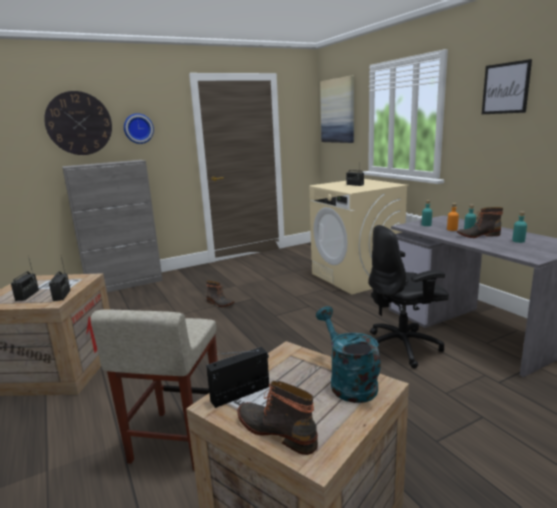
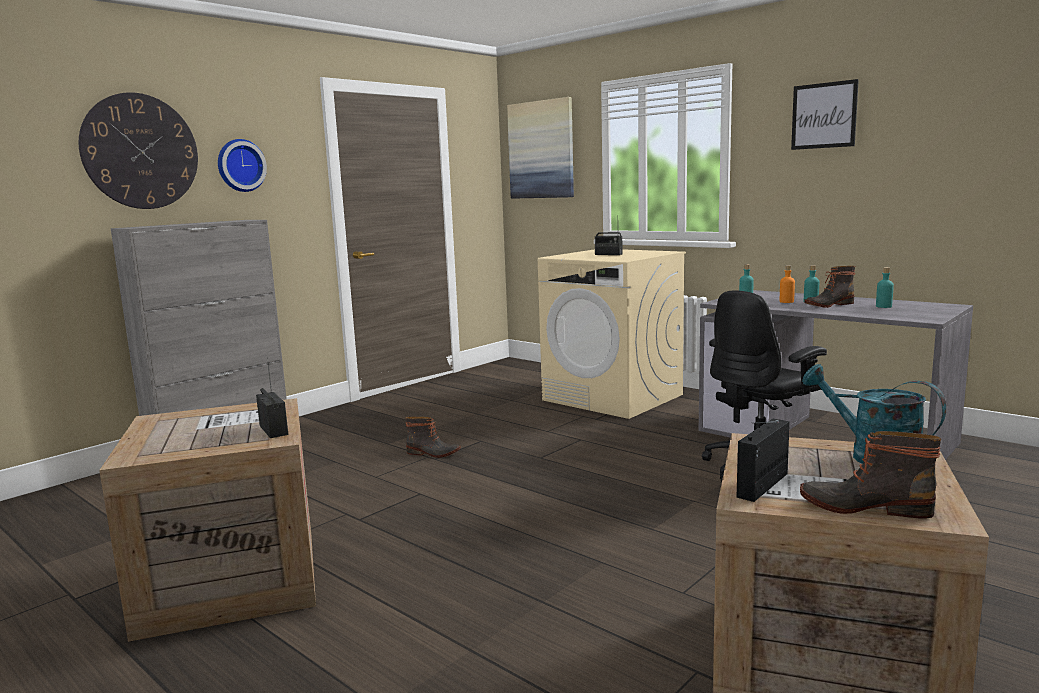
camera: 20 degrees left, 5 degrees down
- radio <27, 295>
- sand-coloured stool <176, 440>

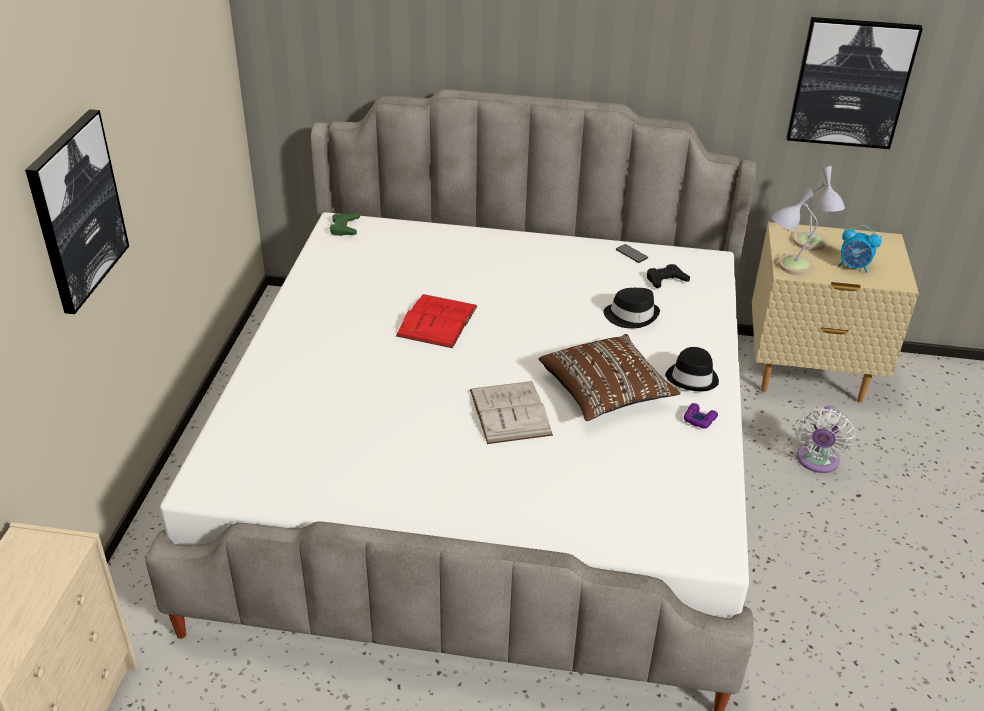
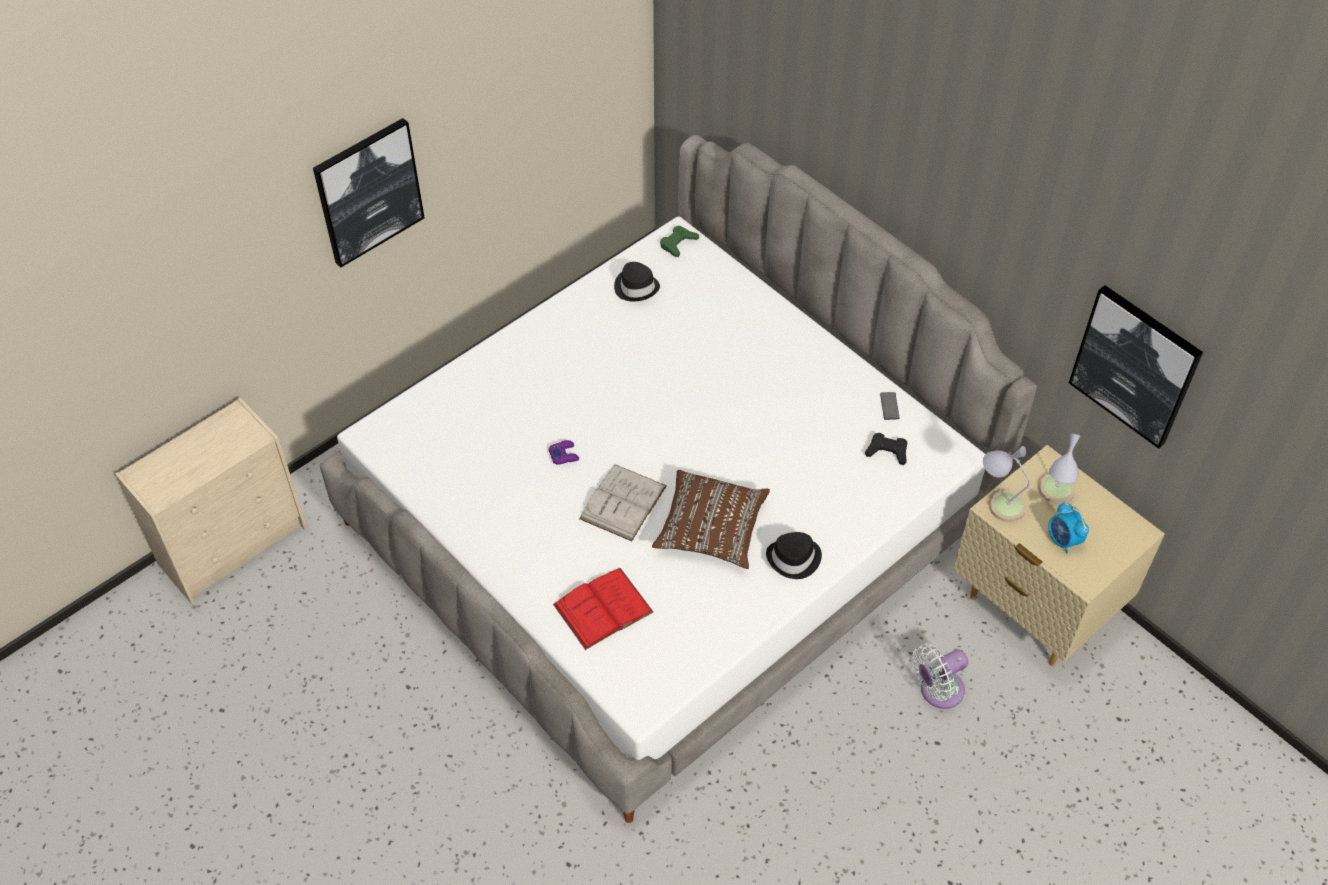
camera: 40 degrees right, 15 degrees up
~ purplish game controller <699, 419> to <564, 455>
~ red-coloured book <437, 321> to <603, 608>
~ blackish clothing hat <631, 315> to <636, 287>

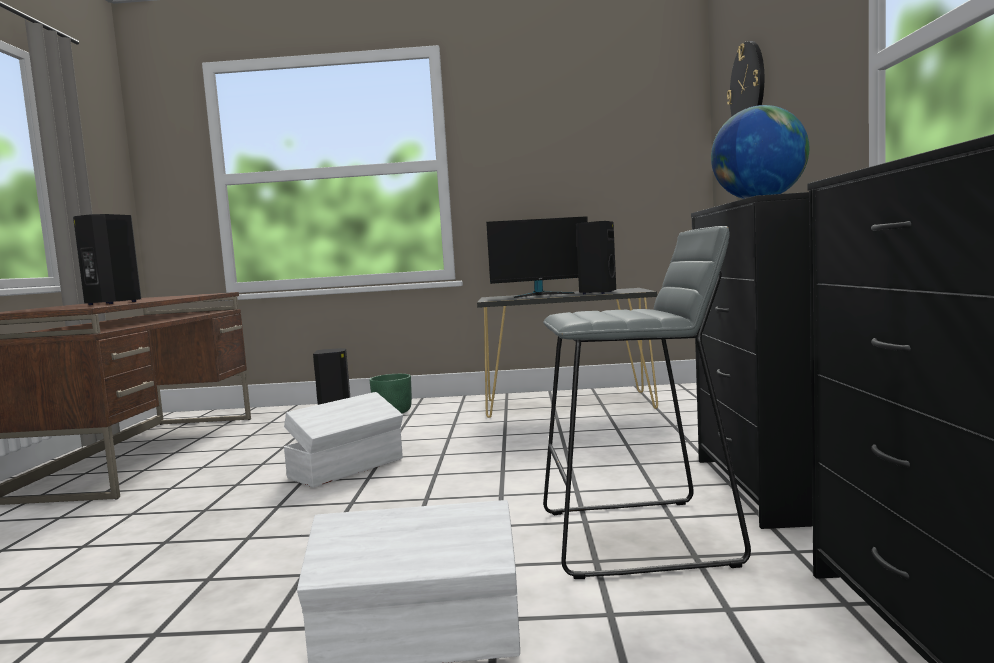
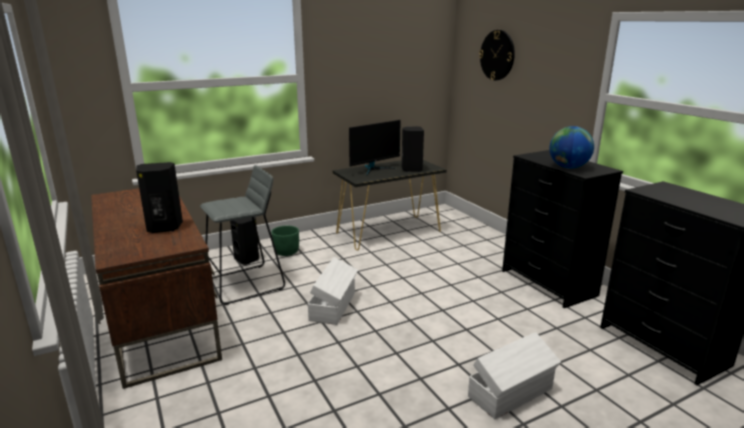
camera: 30 degrees left, 15 degrees up
~ greyish stool <639, 537> to <245, 284>

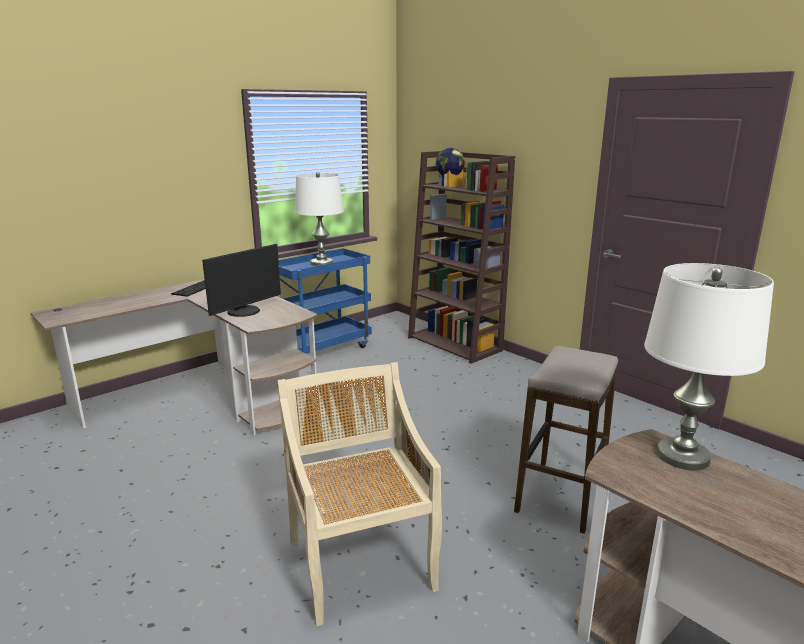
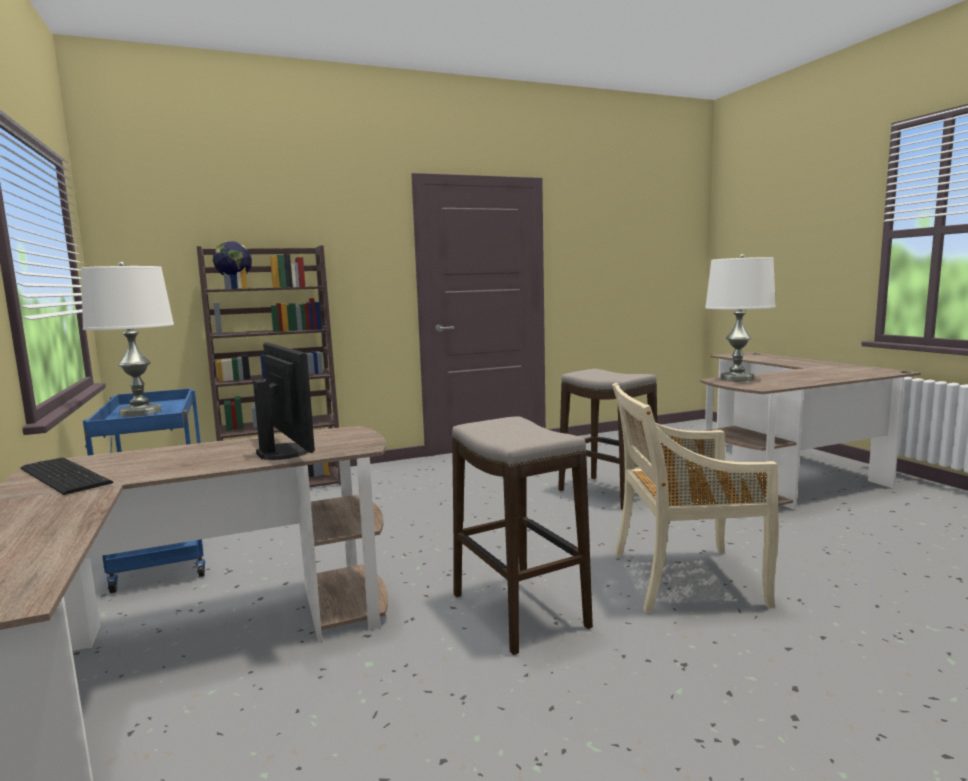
camera: 70 degrees left, 10 degrees down
+ stool <519, 611>

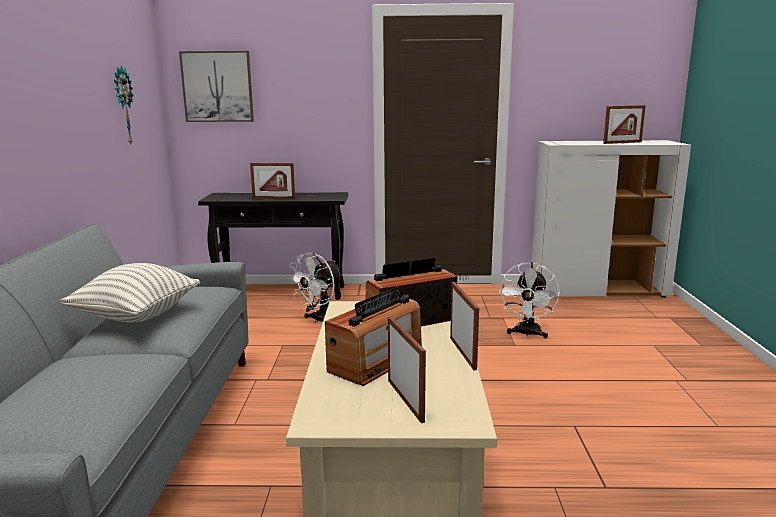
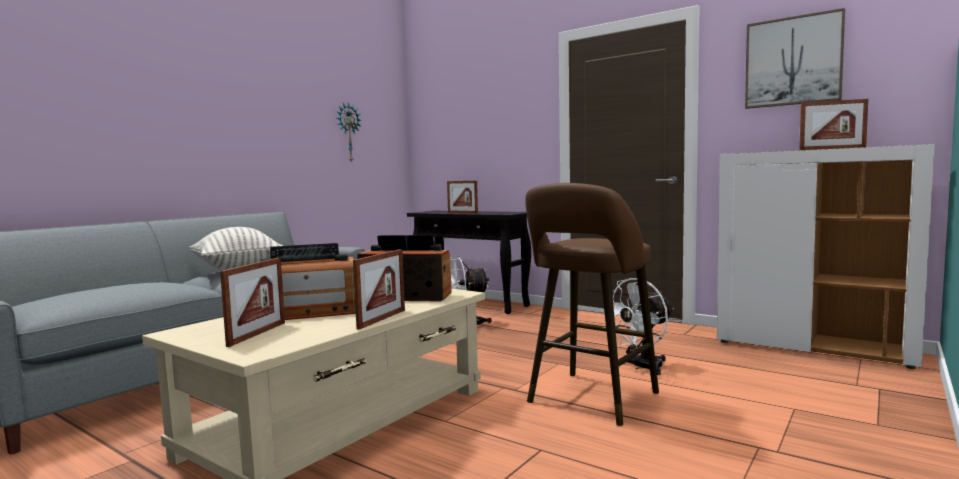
camera: 35 degrees right, 10 degrees down
+ brown-coloured stool <590, 400>
~ wall art <217, 86> to <793, 61>

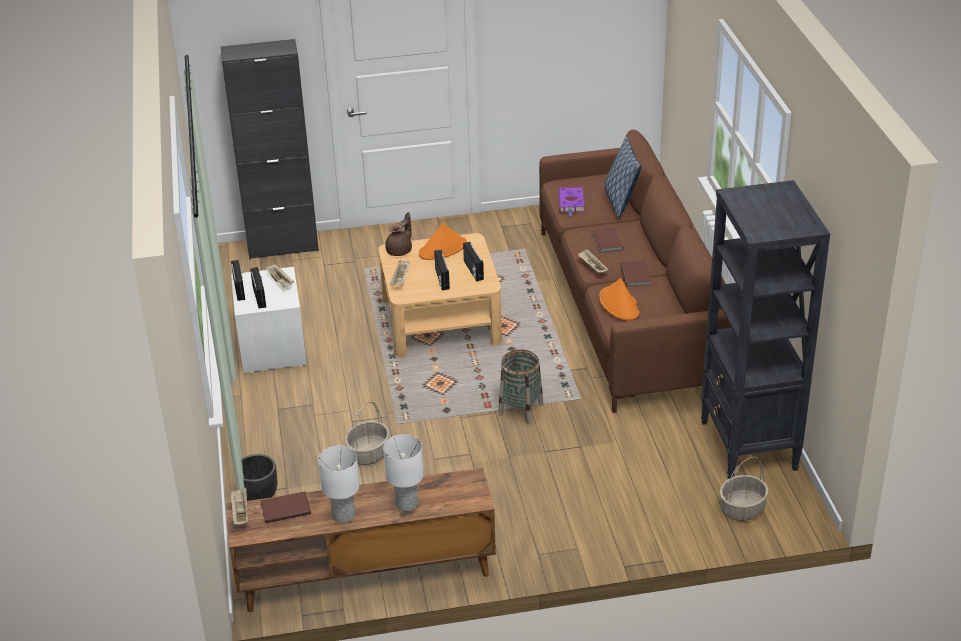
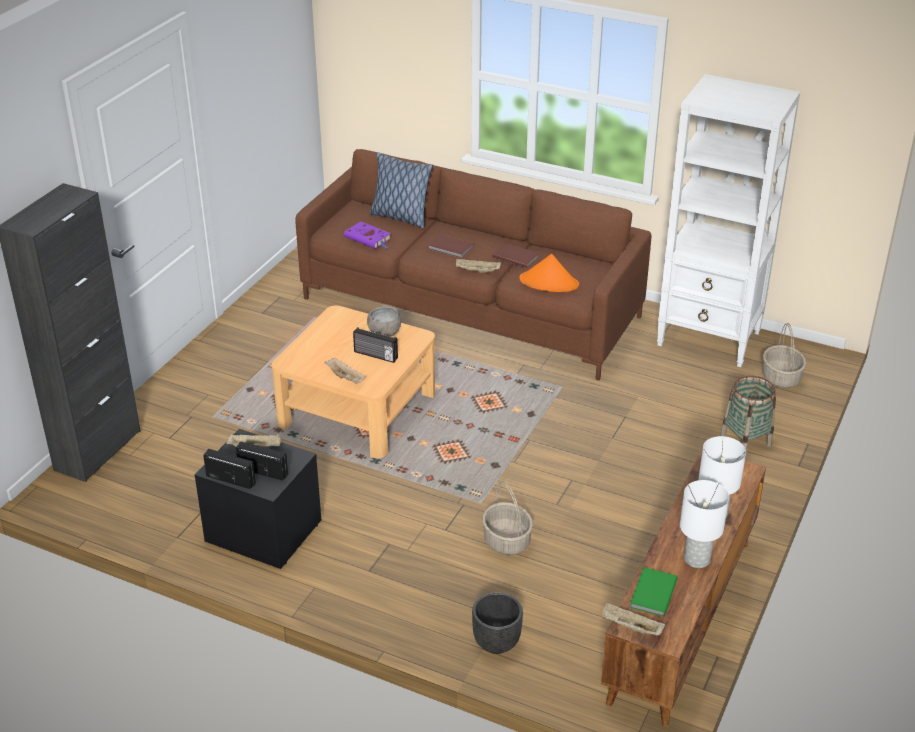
camera: 55 degrees left, 0 degrees up
~ whitish nightstand <271, 348> to blackish nightstand <262, 532>
~ radio <472, 270> to greyish serving bowl <385, 333>
~ brown-coloured book <285, 508> to green-coloured book <651, 594>
~ blackish bookshelf <748, 446> to whitish bookshelf <709, 339>
~ basket <520, 409> to <745, 440>
- brown-coloured teapot <400, 250>
- orangey clothing hat <443, 249>

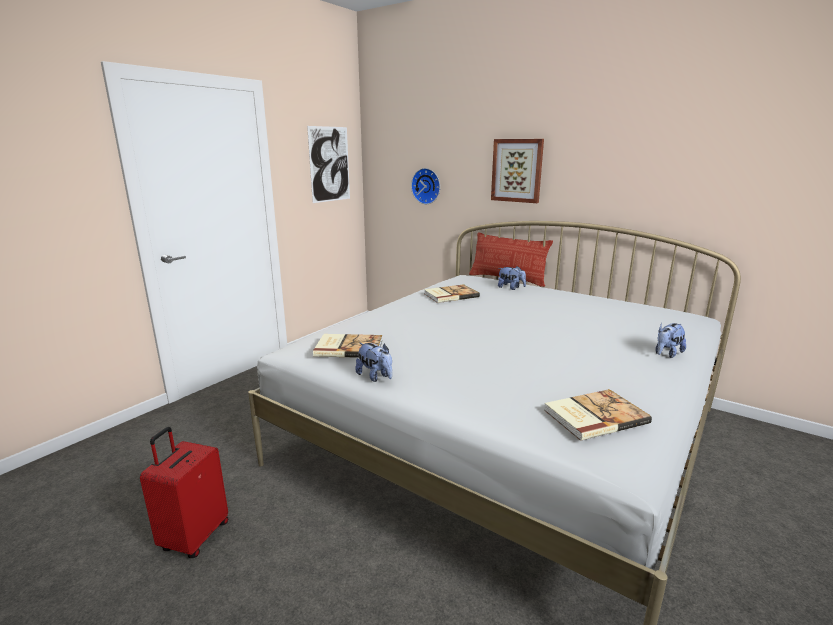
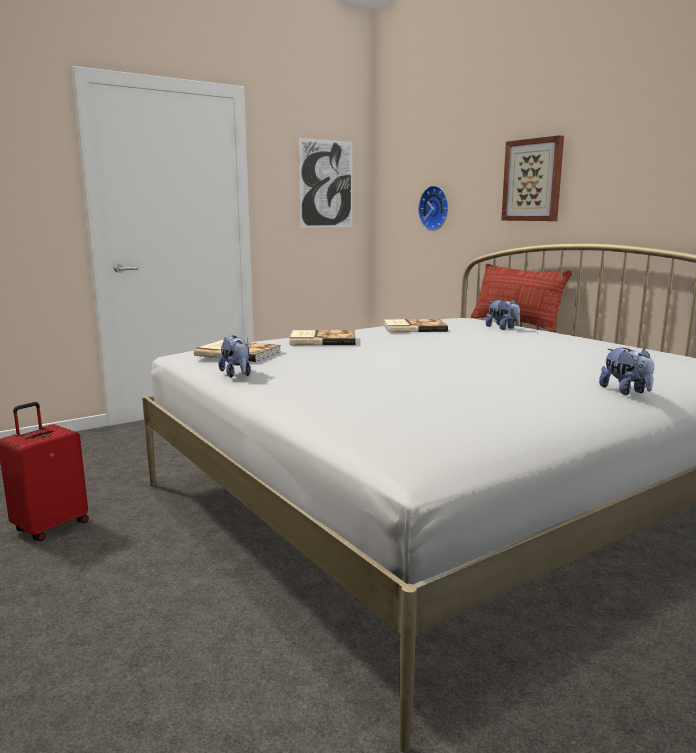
camera: 20 degrees right, 5 degrees down
~ book <593, 416> to <322, 340>
~ cuddly toy <667, 354> = <626, 391> 90 degrees counterclockwise

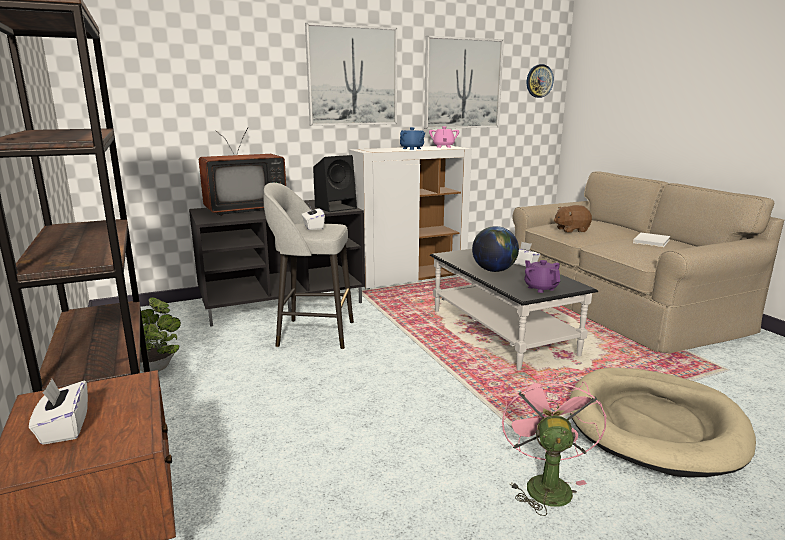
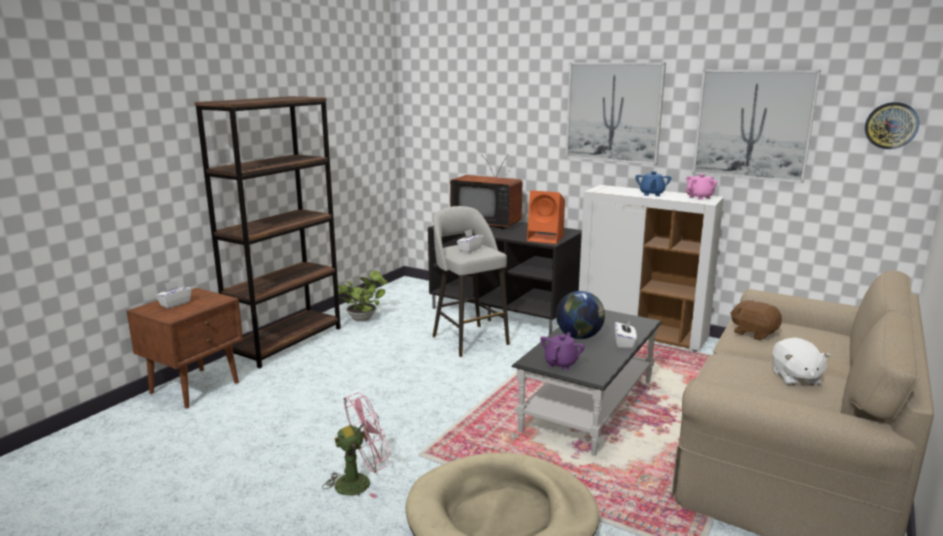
camera: 55 degrees right, 0 degrees up
~ blackish loudspeaker <336, 207> to orangey loudspeaker <546, 239>
~ whitish book <651, 241> to whitish cuddly toy <795, 378>

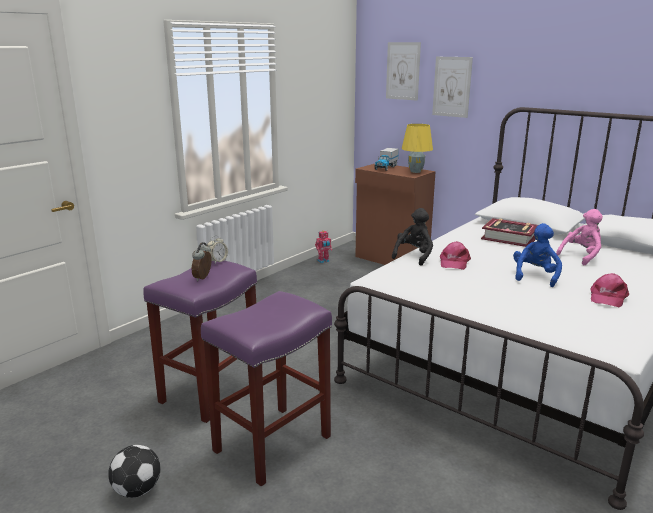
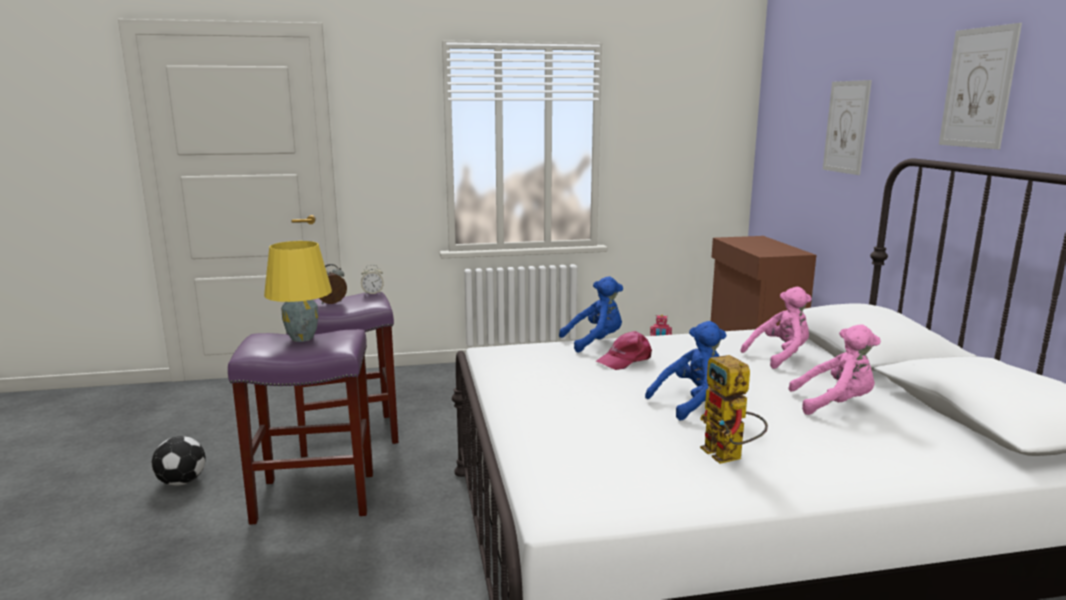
camera: 40 degrees right, 5 degrees down
~ yellowish tabletop lamp <416, 171> to <303, 338>
~ blackish cuddly toy <414, 256> to blue cuddly toy <595, 342>
~ pinkish peaked cap <607, 297> to robot figure <729, 457>
~ book <509, 238> to pinkish cuddly toy <780, 356>
~ wall art <403, 71> to <978, 88>
- model truck <386, 167>

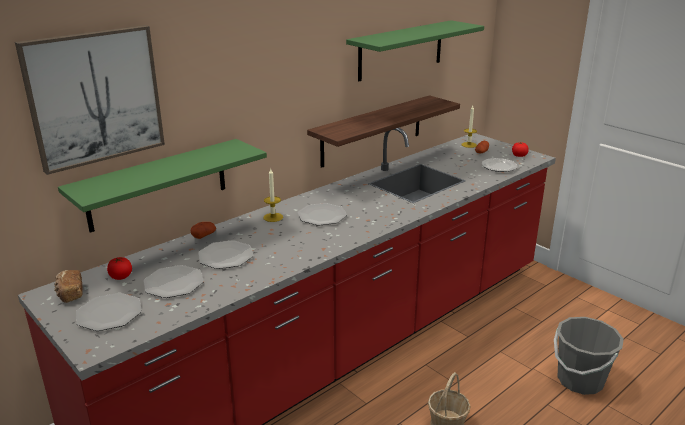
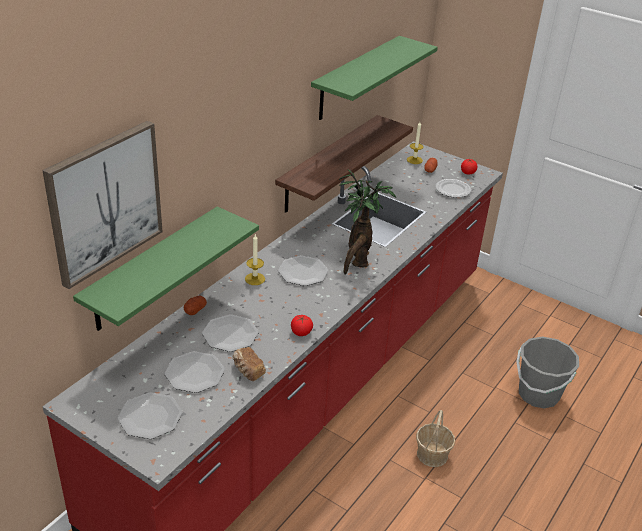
camera: 15 degrees left, 10 degrees up
~ bakery bread <70, 294> to <247, 371>
~ whole tomato <121, 276> to <301, 332>
+ potted plant <357, 262>

